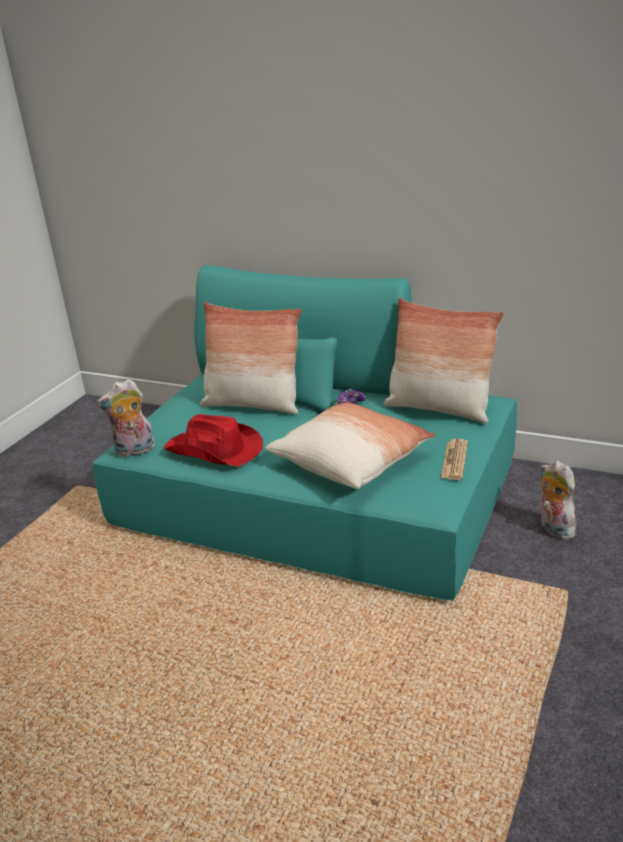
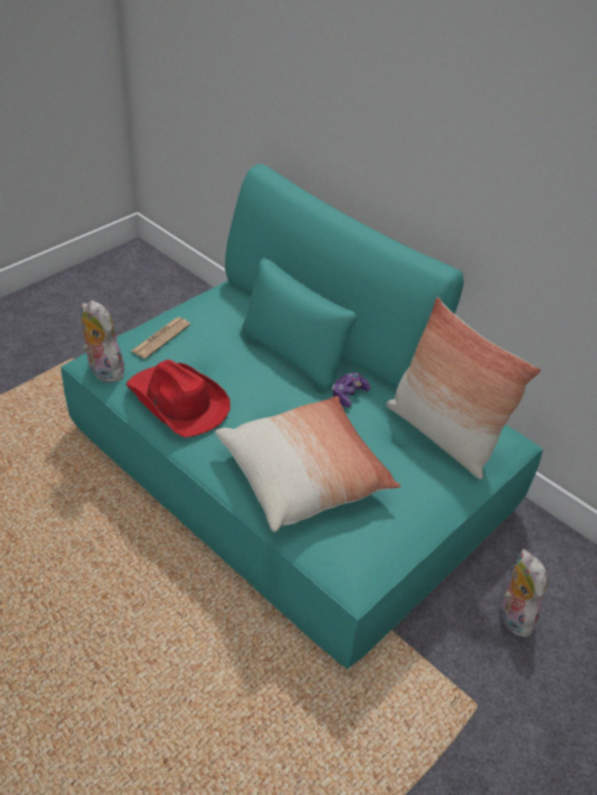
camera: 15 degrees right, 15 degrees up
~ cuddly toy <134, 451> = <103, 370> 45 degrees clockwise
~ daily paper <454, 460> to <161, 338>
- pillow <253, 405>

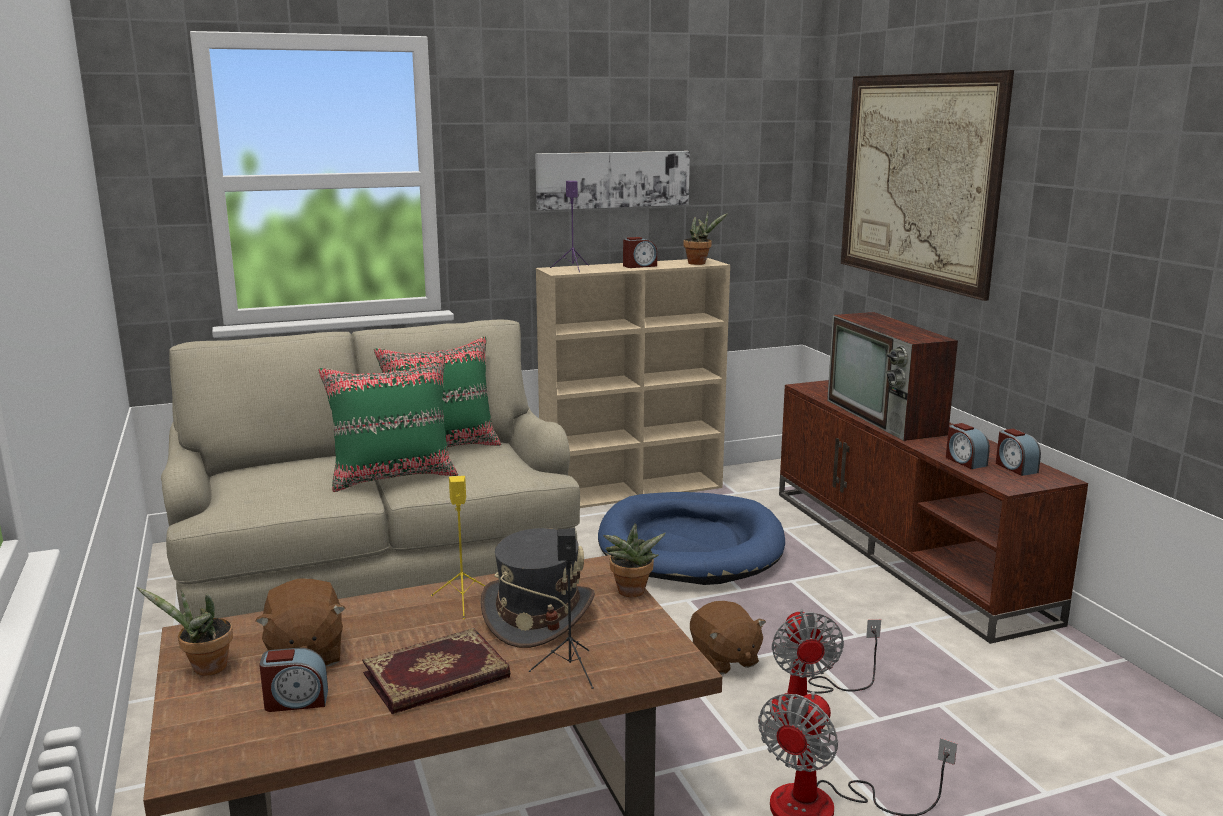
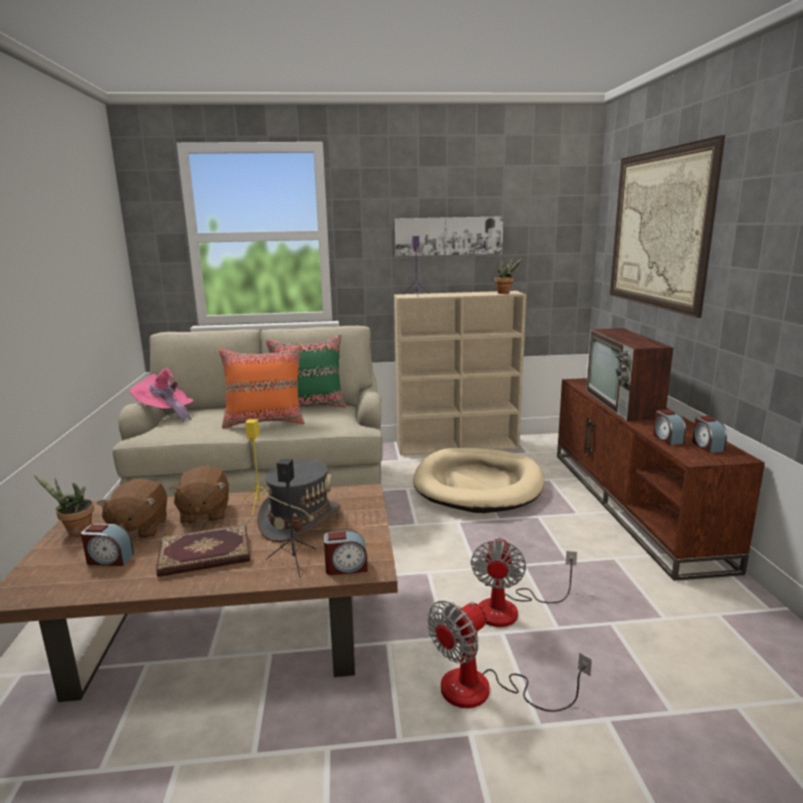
camera: 15 degrees right, 0 degrees up
+ pinkish clothing hat <166, 414>
~ brown-coloured cuddly toy <724, 659> to <204, 514>
~ green-coloured pillow <393, 477> to orangey pillow <265, 422>
~ table clock <639, 266> to <346, 567>
~ blue dog cushion <690, 545> to sand-coloured dog cushion <478, 485>
- potted plant <631, 593>

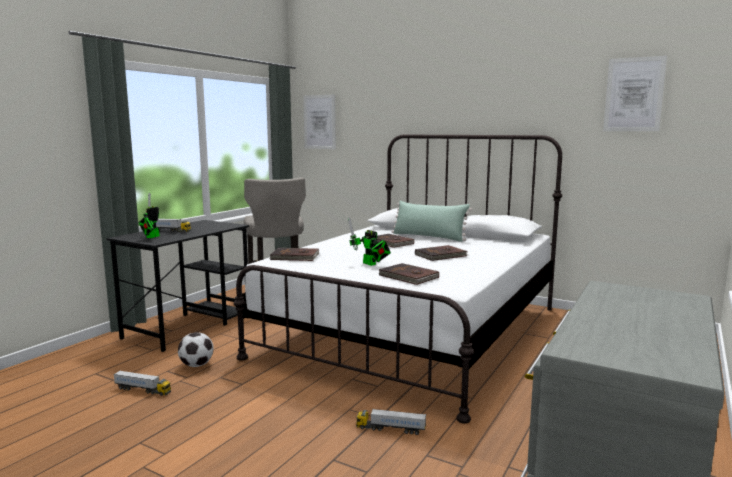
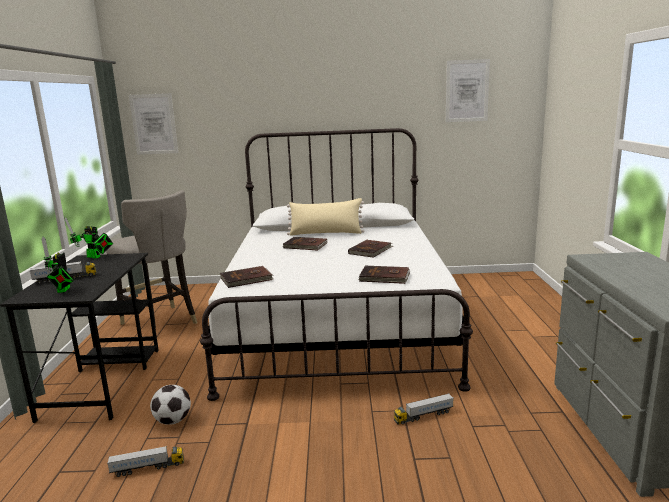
camera: 30 degrees left, 5 degrees up
~ robot figure <370, 264> to <95, 257>
~ green-coloured pillow <429, 237> to sand-coloured pillow <326, 233>

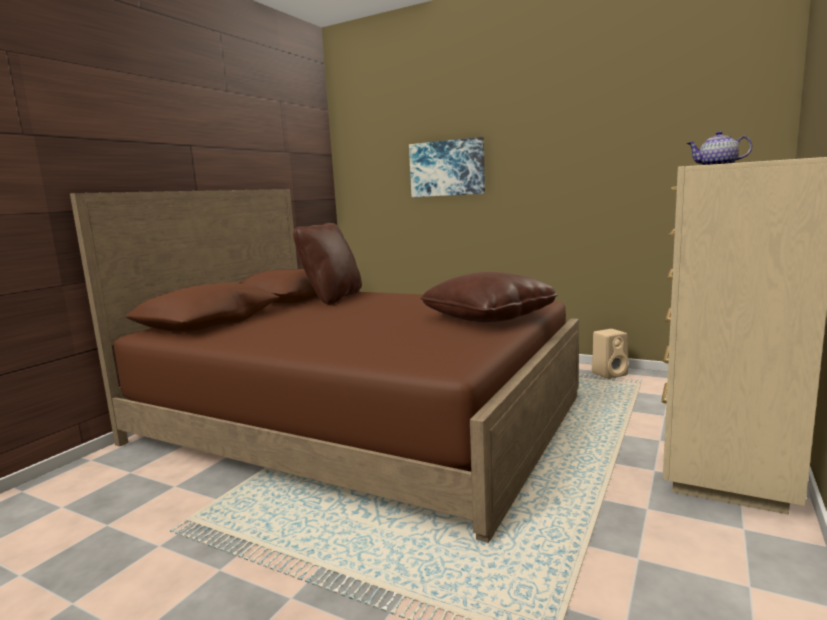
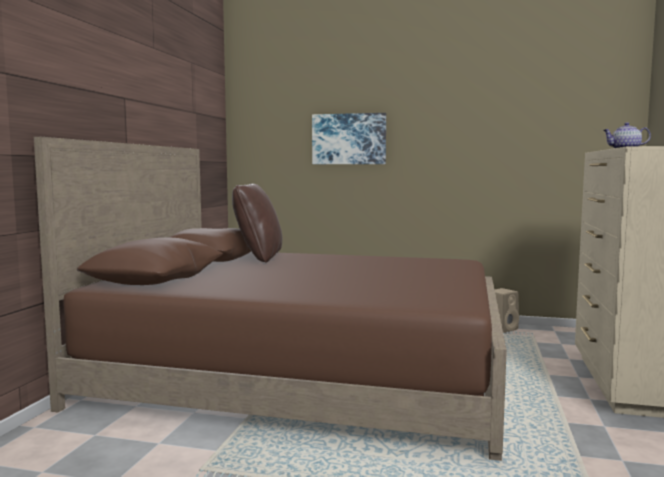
camera: 15 degrees left, 5 degrees down
- brown-coloured pillow <488, 317>

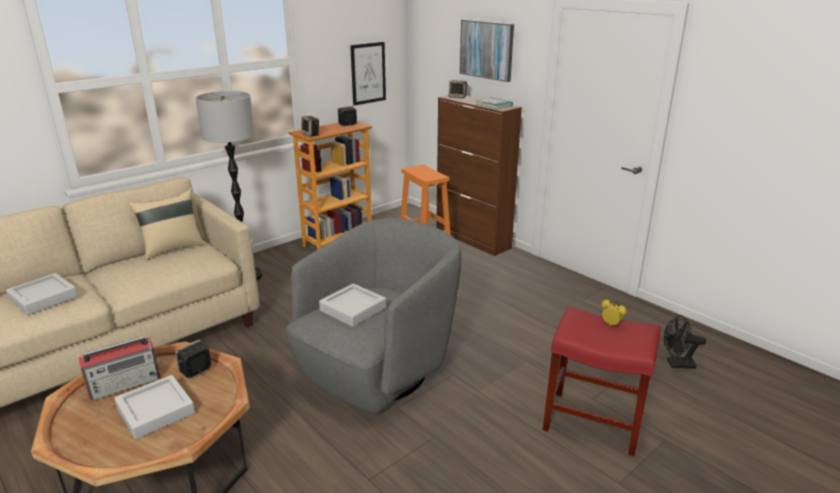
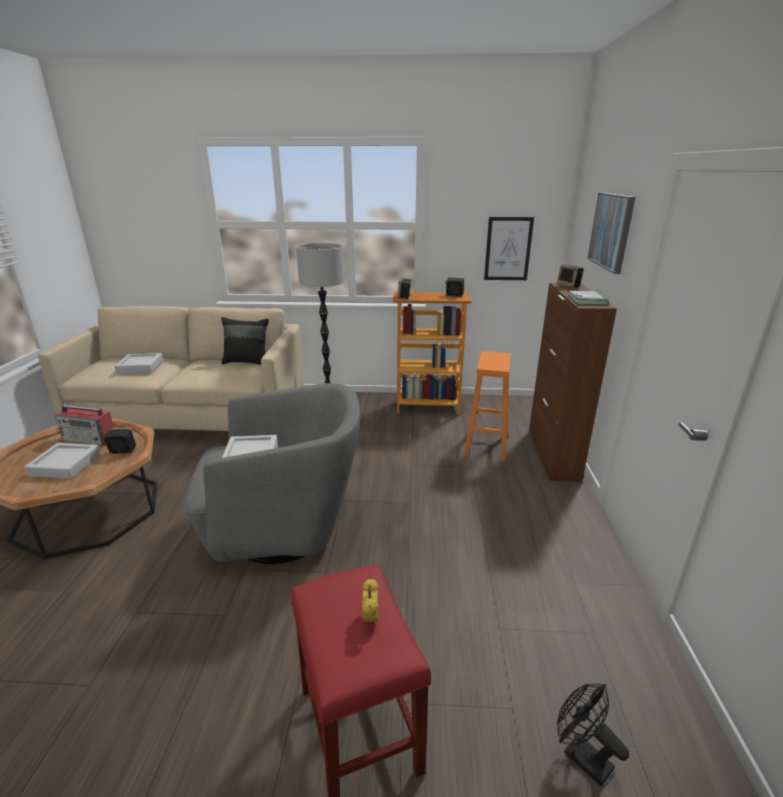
camera: 45 degrees right, 0 degrees up
~ sand-coloured pillow <172, 248> to blackish pillow <247, 362>

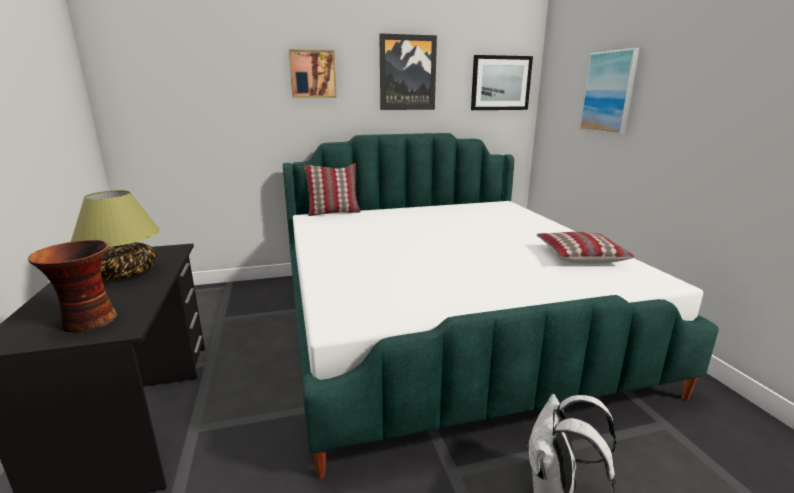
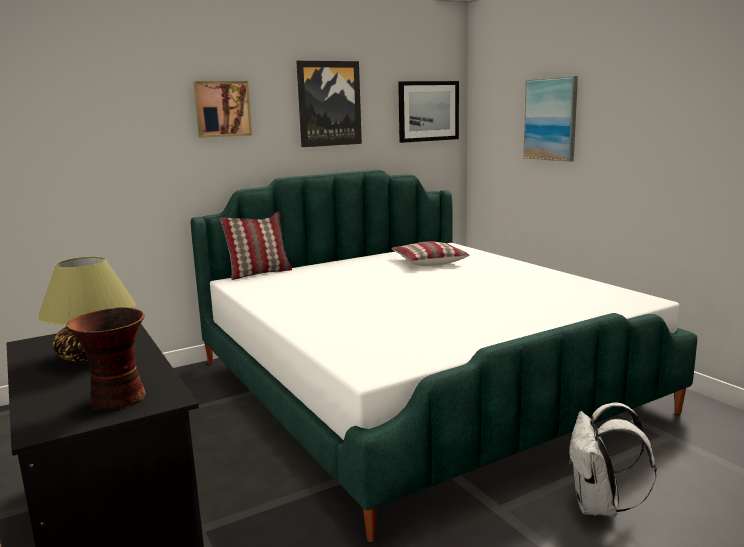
camera: 15 degrees left, 5 degrees down
~ pillow <579, 256> to <428, 261>

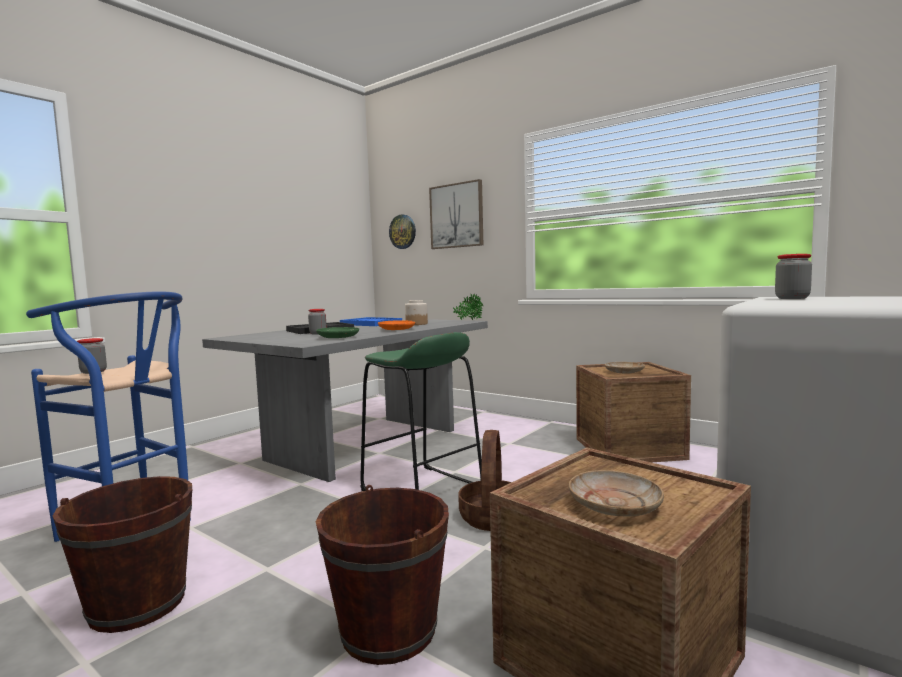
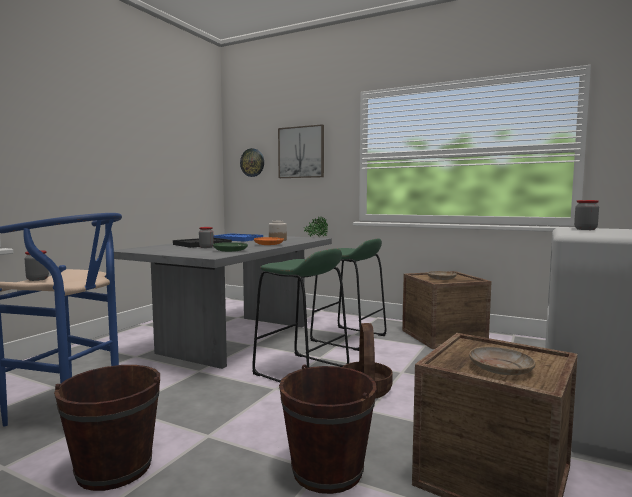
camera: 10 degrees left, 0 degrees up
+ green-coloured stool <348, 338>

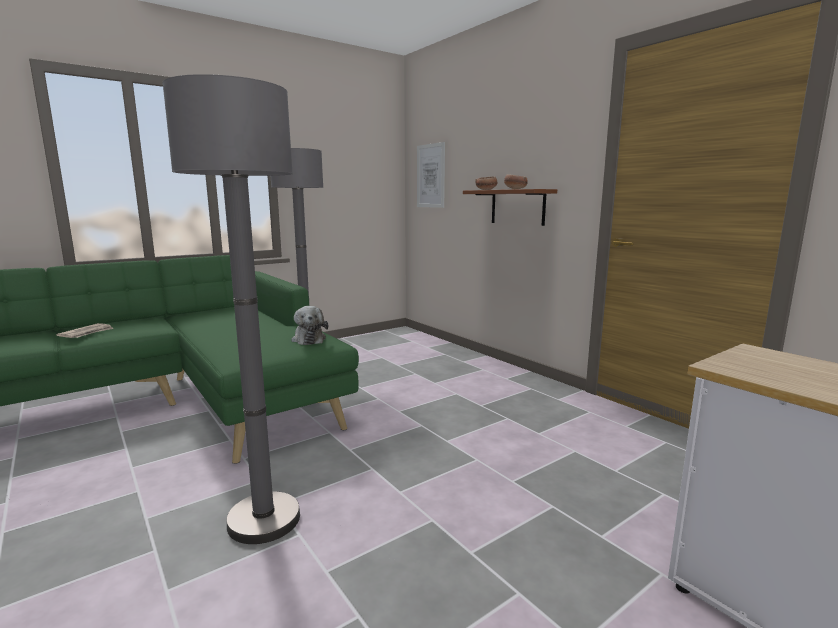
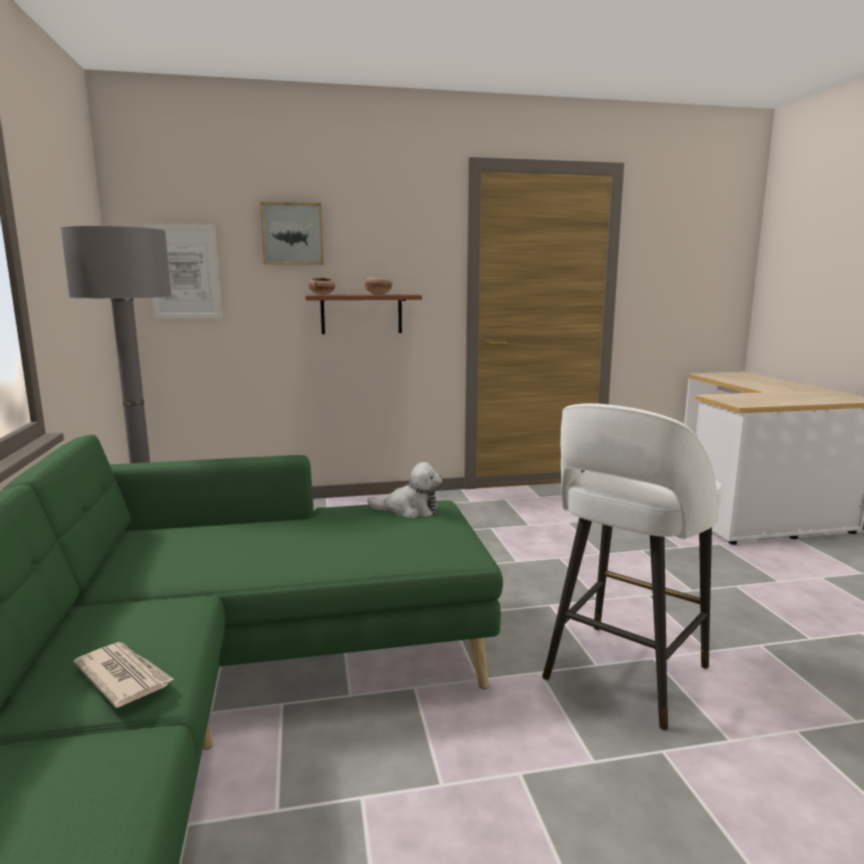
camera: 65 degrees left, 0 degrees up
+ wall art <292, 234>
~ greyish floor lamp <264, 520> to whitish stool <623, 675>

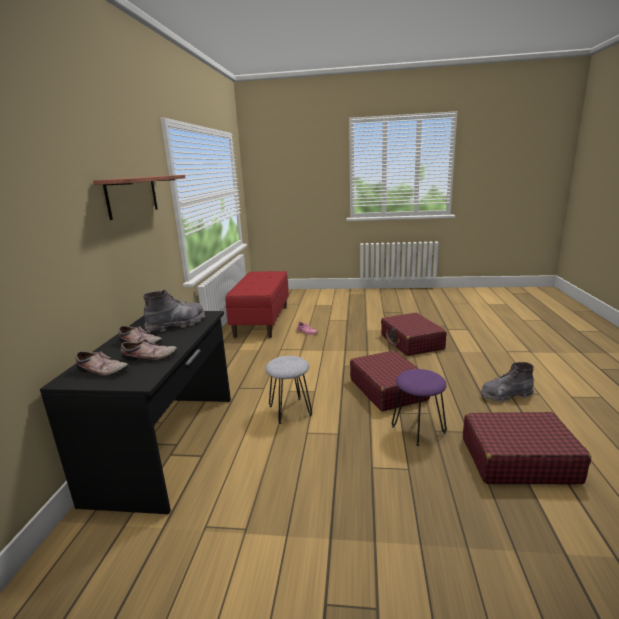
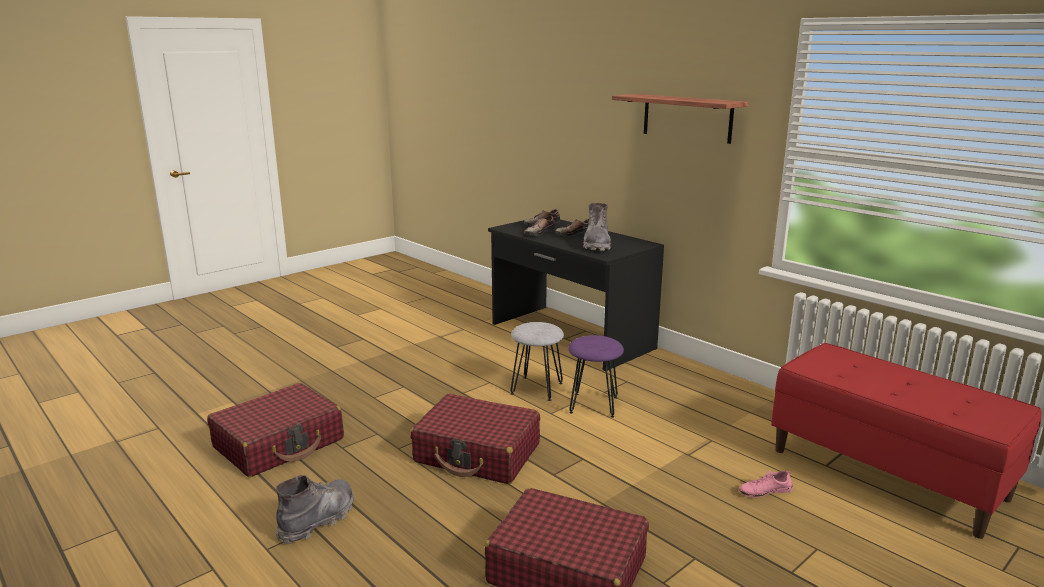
camera: 130 degrees right, 0 degrees up
~ purplish stool <418, 429> to <594, 405>

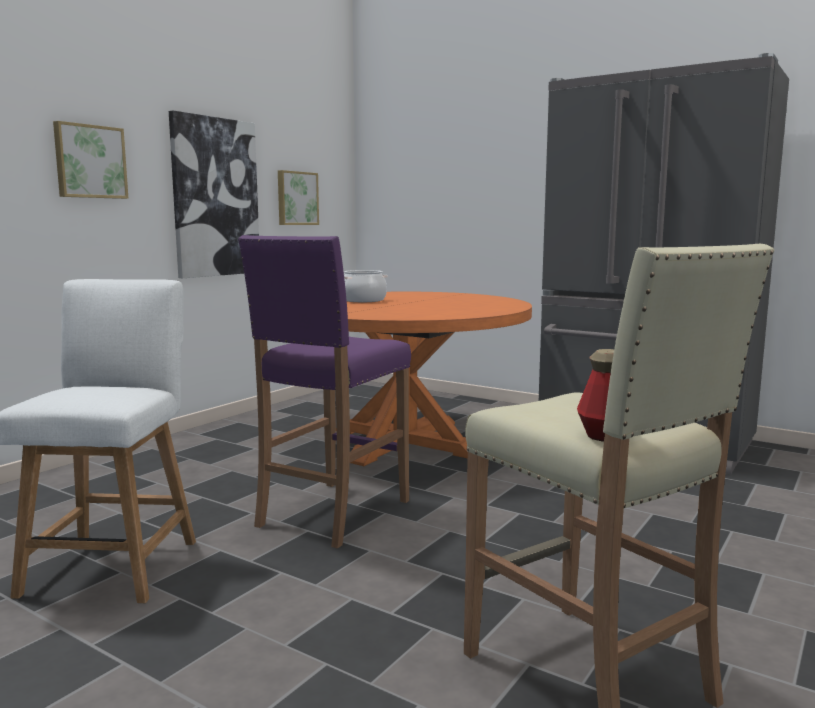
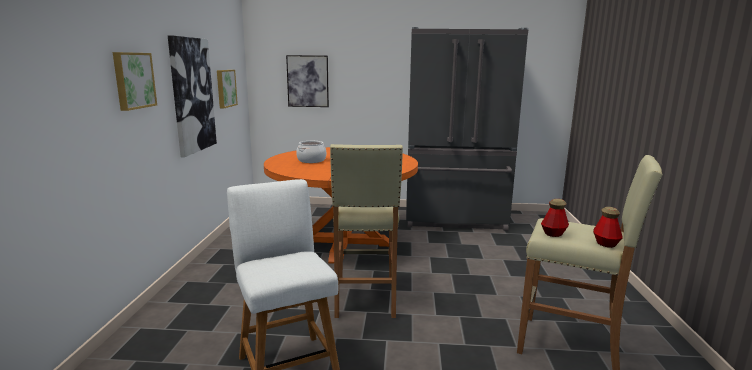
camera: 30 degrees left, 5 degrees up
+ wall art <308, 81>
~ purplish stool <332, 513> to sand-coloured stool <365, 298>
+ beverage bottle <553, 234>

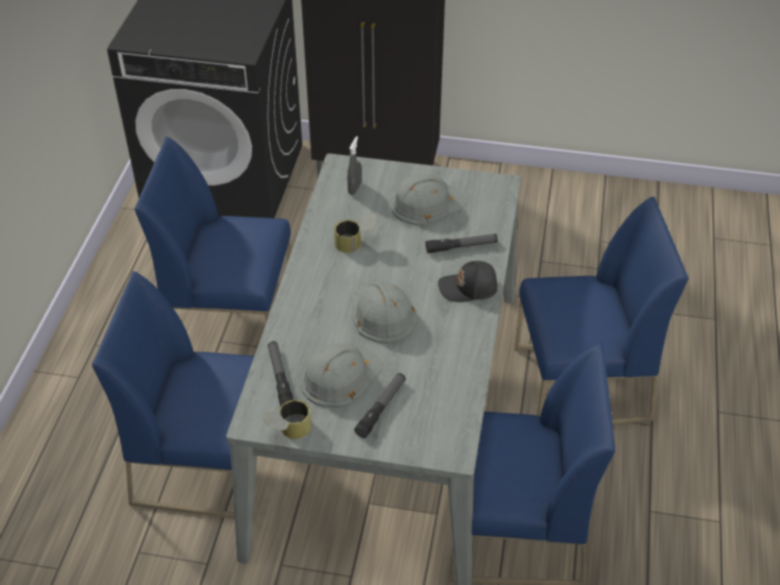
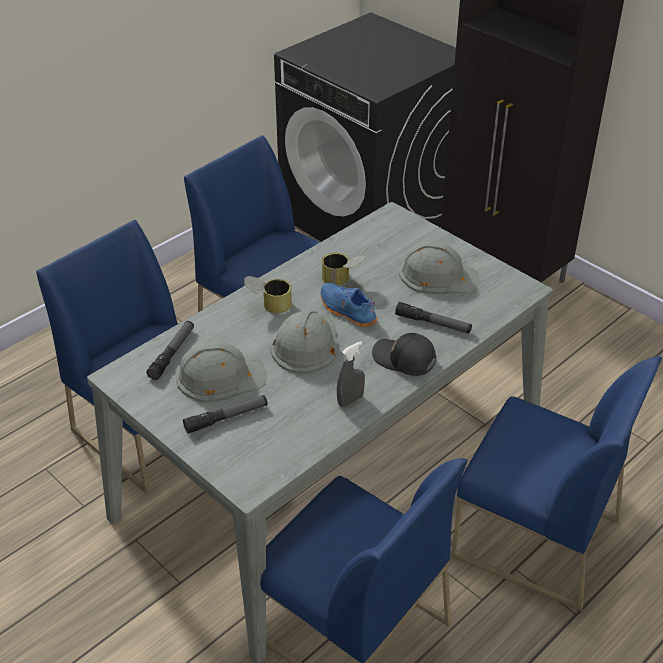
camera: 35 degrees right, 5 degrees down
~ sealed can <288, 431> to <268, 305>
+ blue item of footwear <346, 311>
~ greyish hand sprayer <354, 188> to <350, 400>

